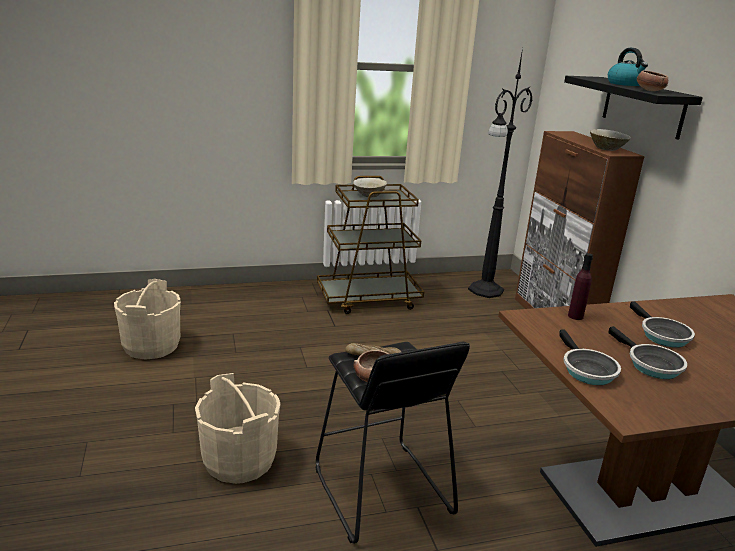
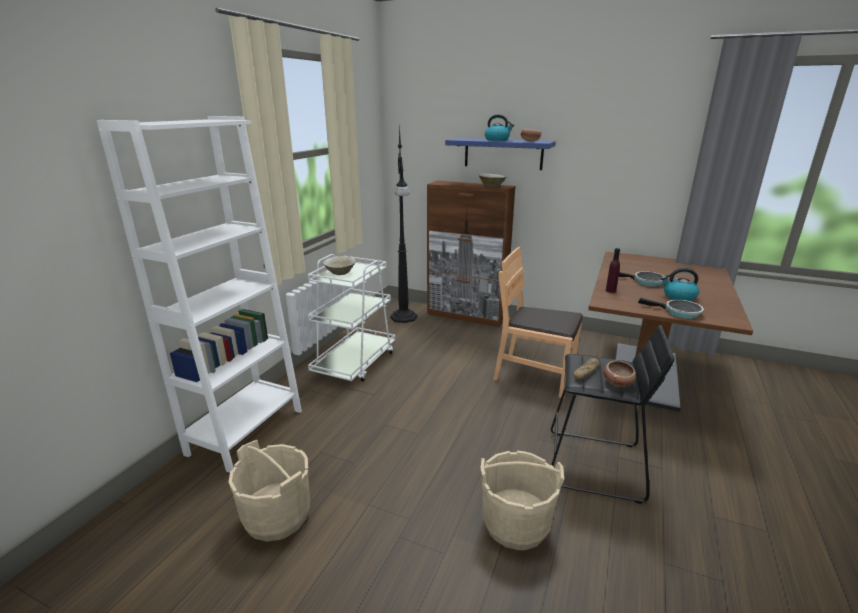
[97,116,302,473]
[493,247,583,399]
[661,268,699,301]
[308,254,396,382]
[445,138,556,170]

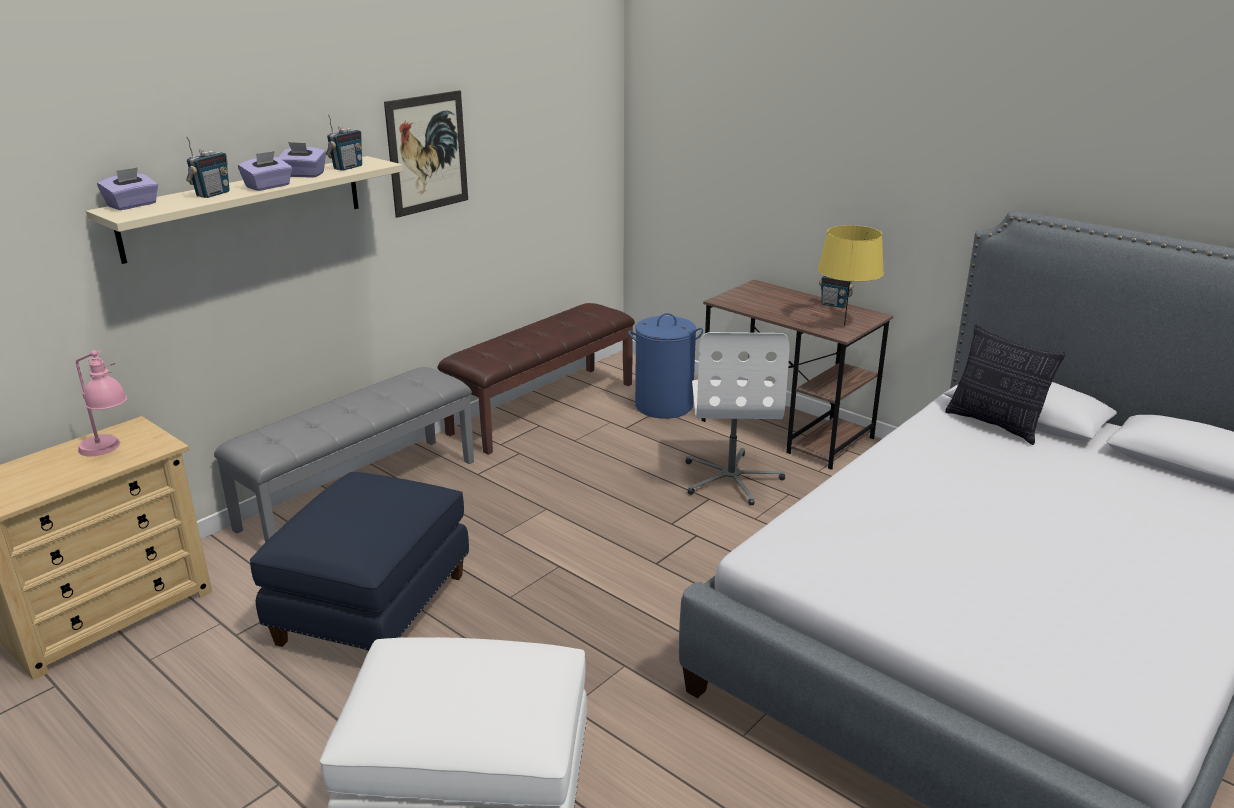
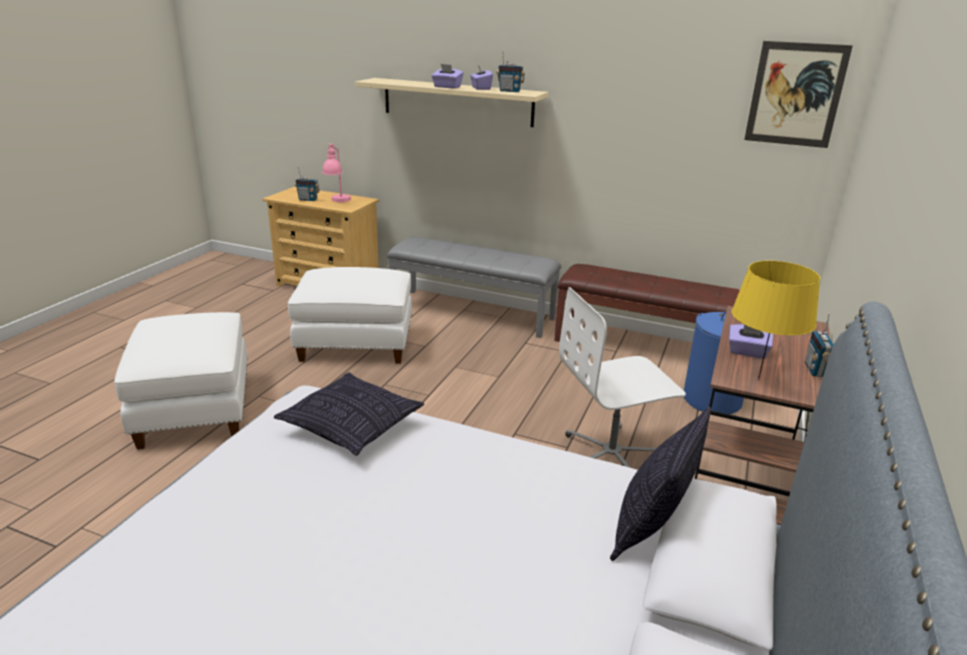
[274,372,424,456]
[729,324,773,358]
[295,168,320,201]
[744,41,853,148]
[288,267,412,364]

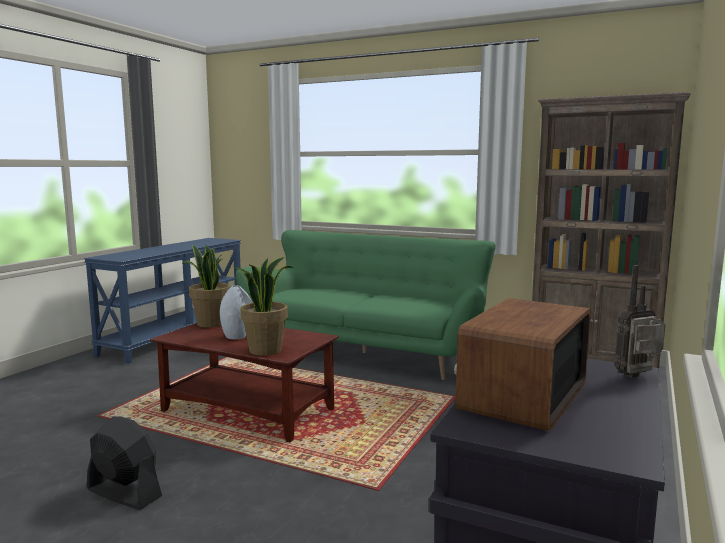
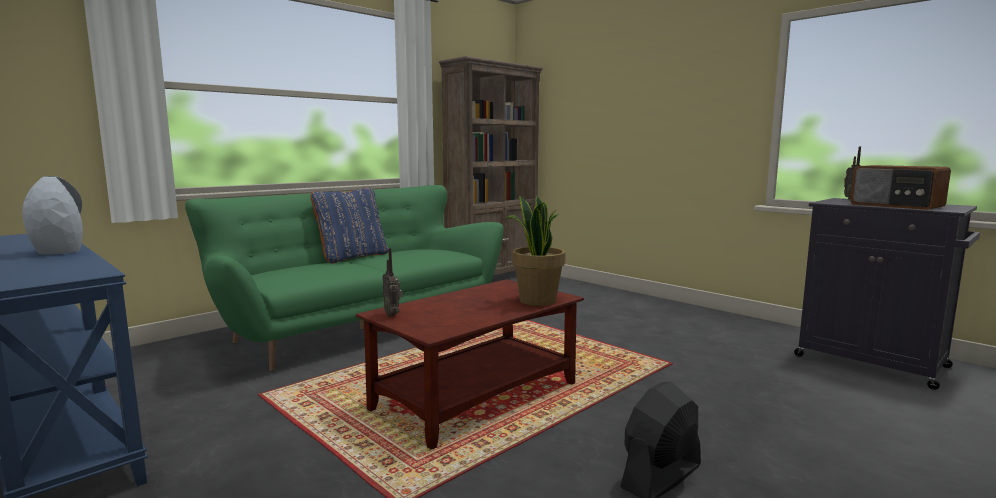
[311,188,389,264]
[22,176,83,254]
[383,248,403,317]

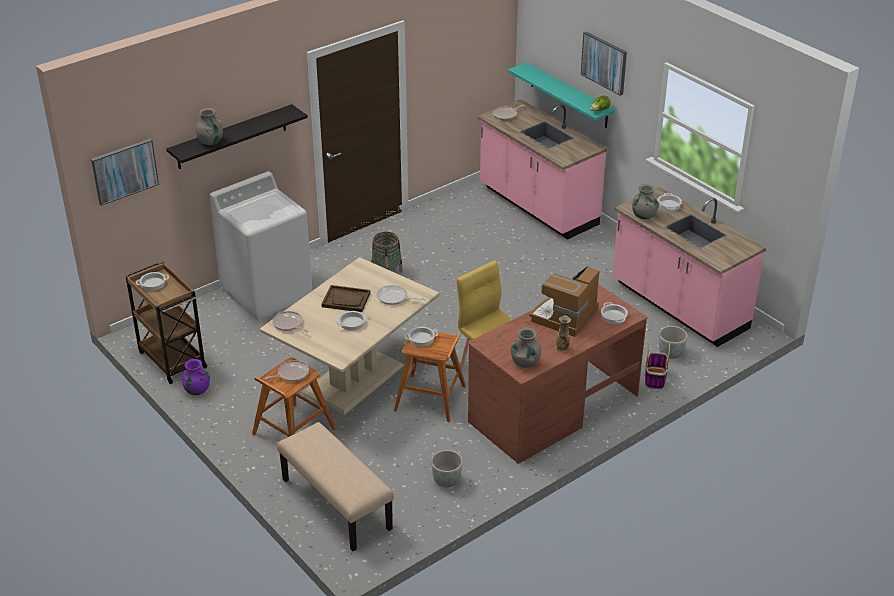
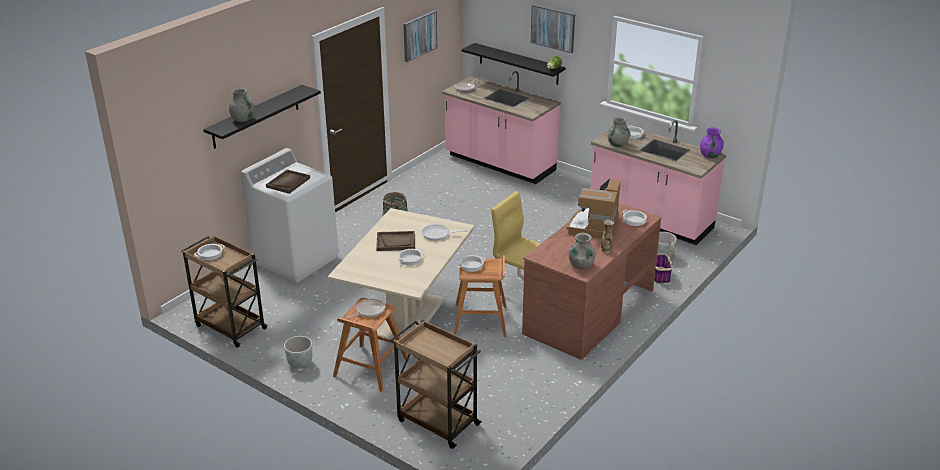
[272,311,309,332] (first image)
[266,169,310,194]
[403,11,437,62]
[700,127,724,158]
[284,336,312,369]
[391,320,482,449]
[462,43,566,85]

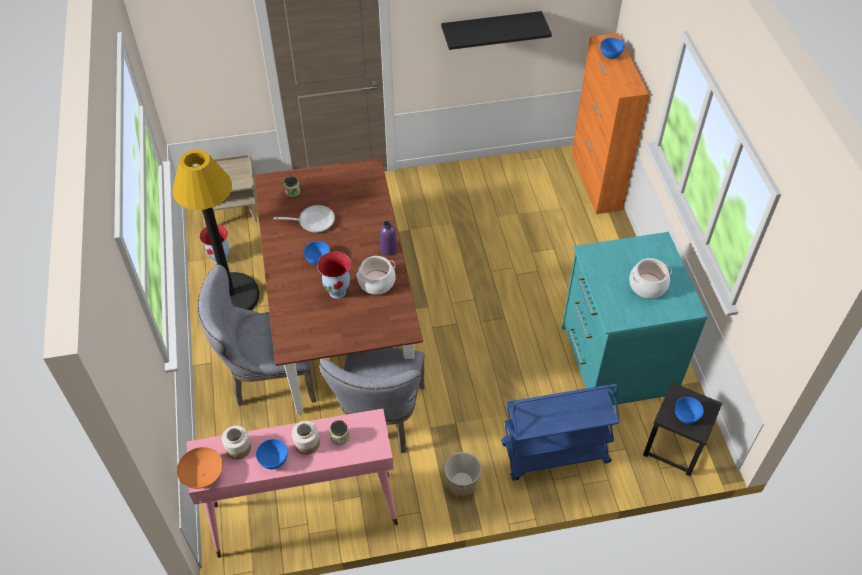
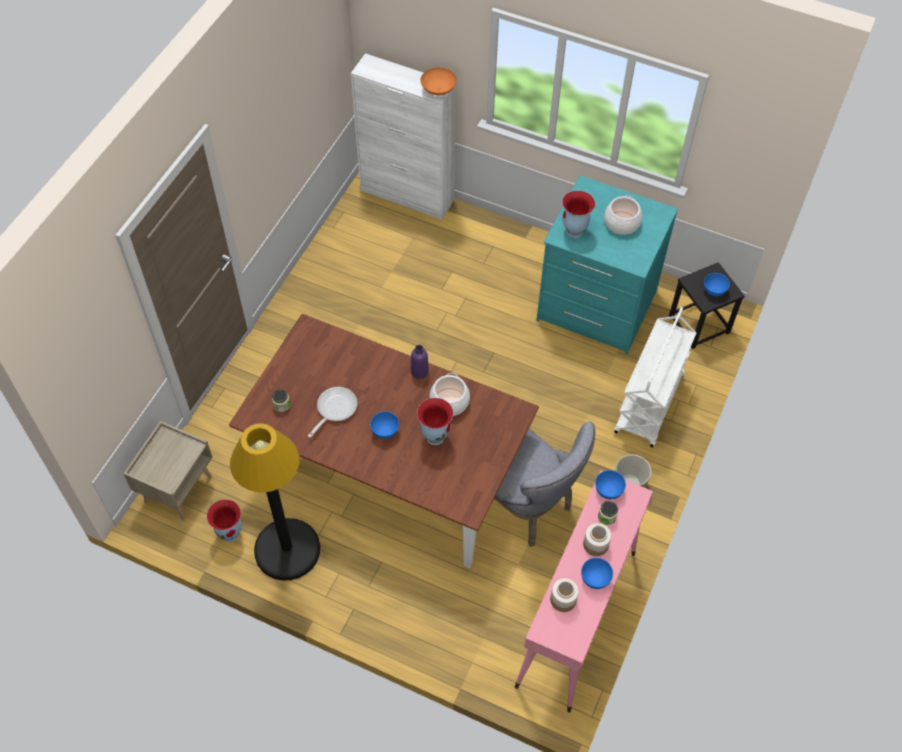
[198,265,316,406] (first image)
[441,11,552,50] (first image)
[562,190,595,238]
[421,67,457,95]
[595,470,626,499]
[614,307,696,447]
[351,53,456,220]

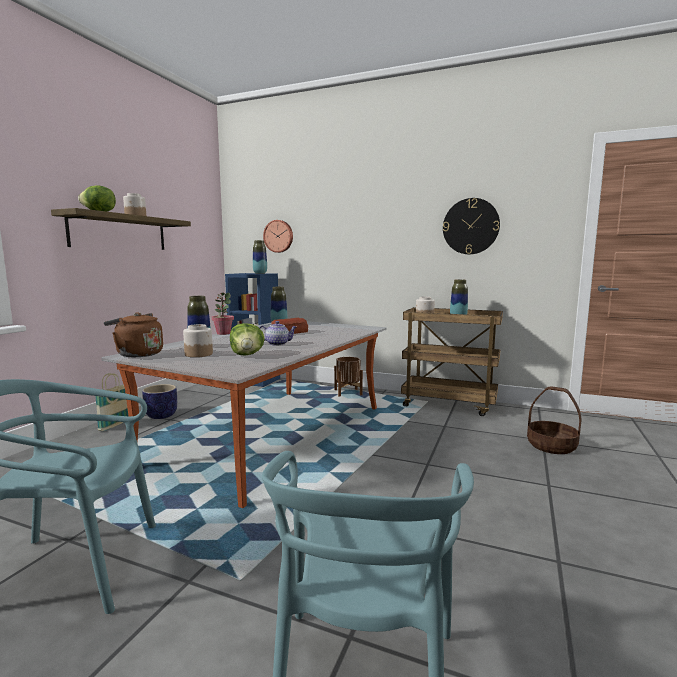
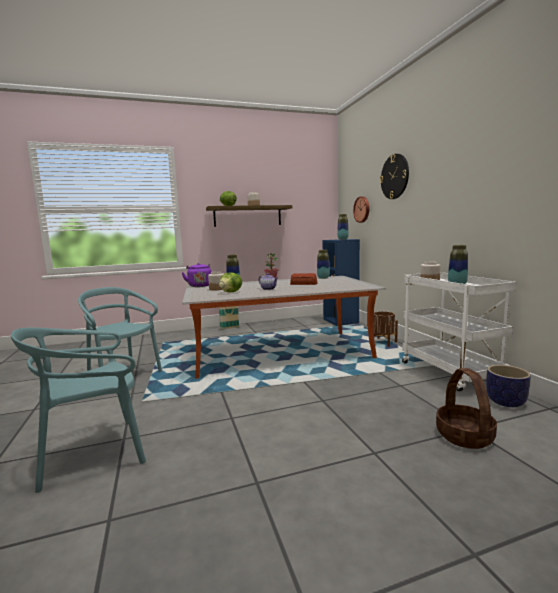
[486,365,531,407]
[380,154,409,199]
[181,263,212,287]
[402,272,516,391]

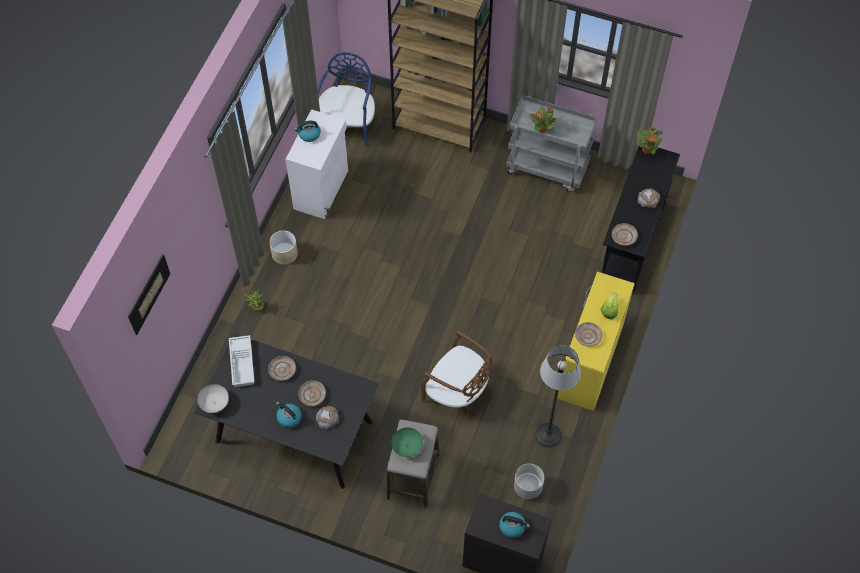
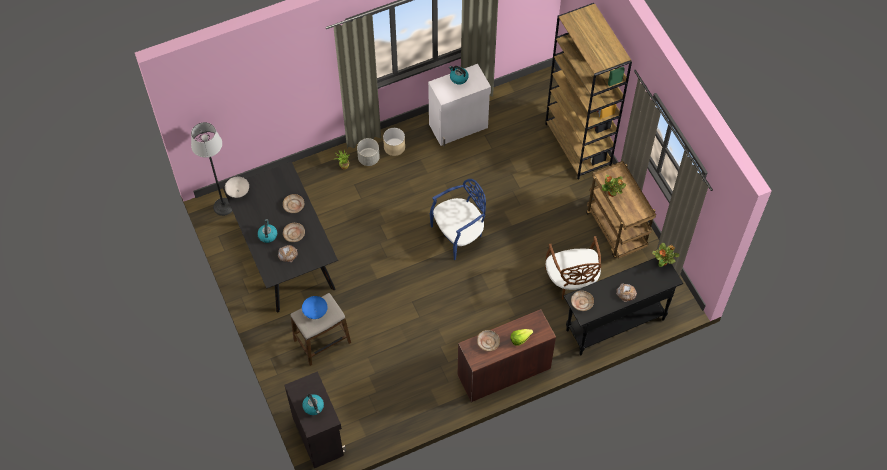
[128,254,170,335] (first image)
[229,335,254,387] (first image)
[430,179,486,260]
[545,236,601,300]
[357,138,380,166]
[191,122,232,216]
[302,296,327,319]
[586,161,656,258]
[458,309,556,402]

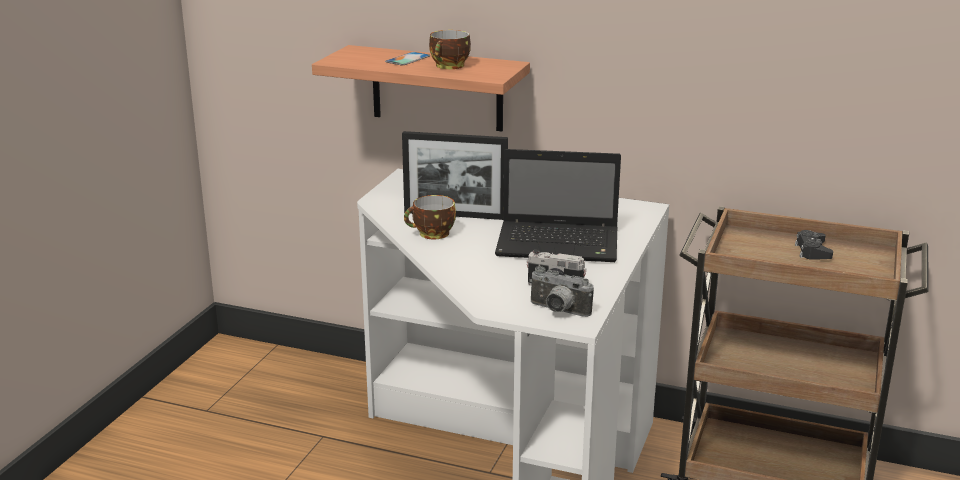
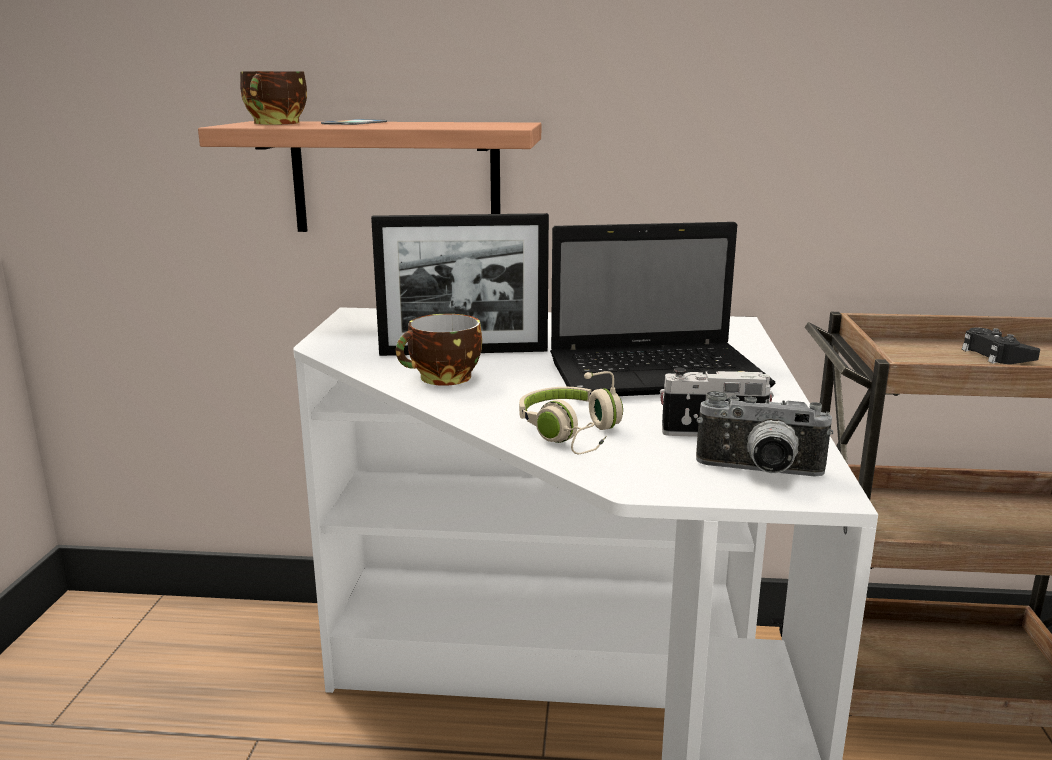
[519,371,623,455]
[240,71,307,125]

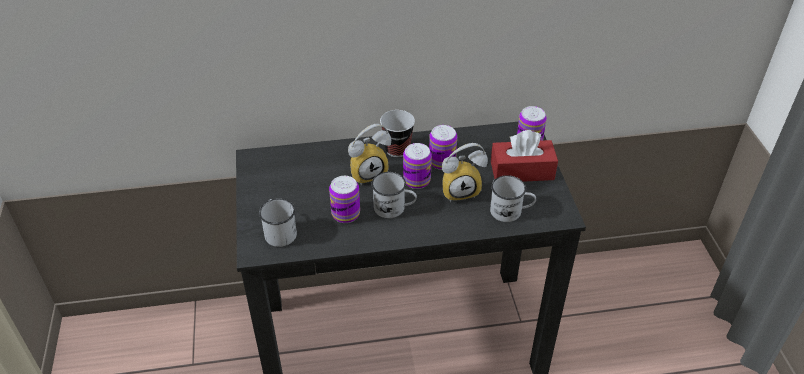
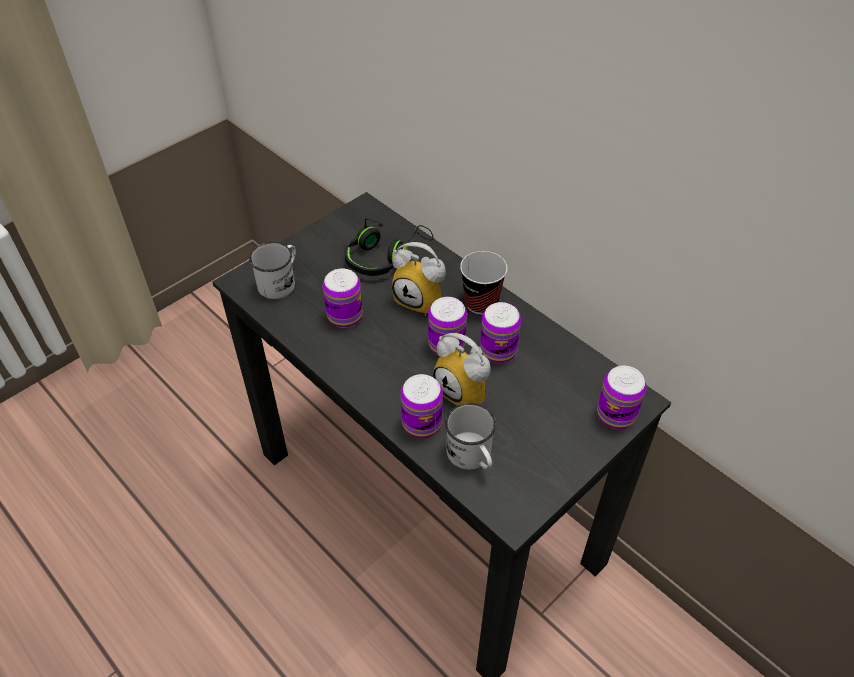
[371,172,417,218] (first image)
[491,130,558,182] (first image)
[345,218,433,276]
[401,374,443,438]

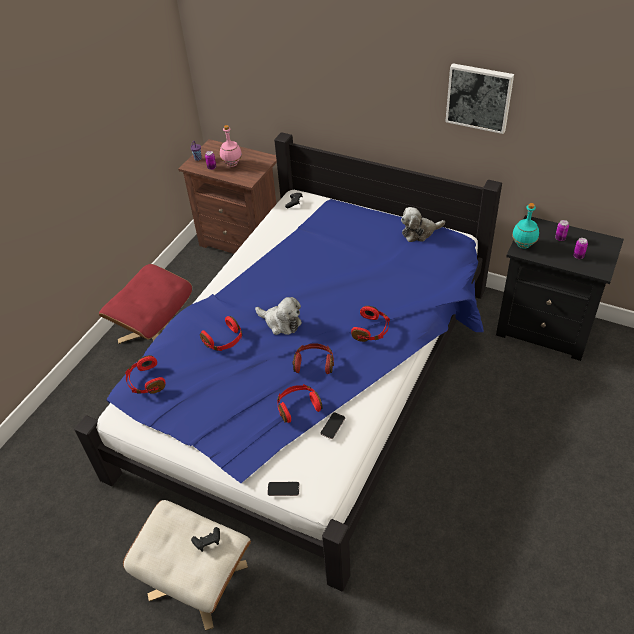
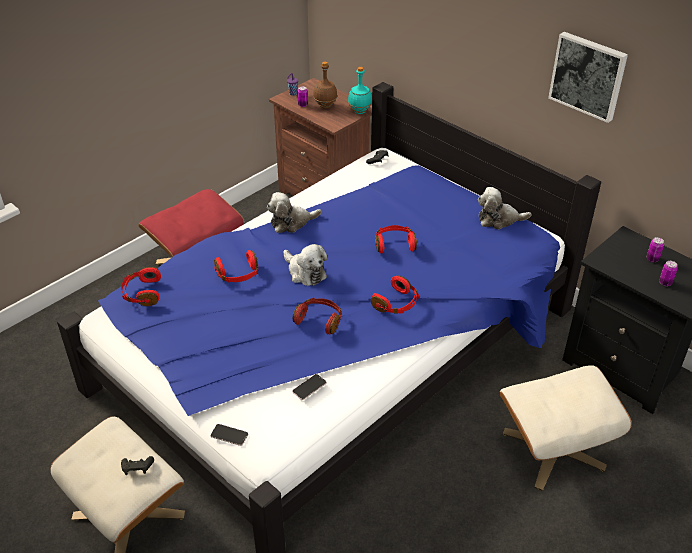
[267,192,322,233]
[499,365,632,491]
[375,225,417,253]
[348,67,372,114]
[313,62,337,109]

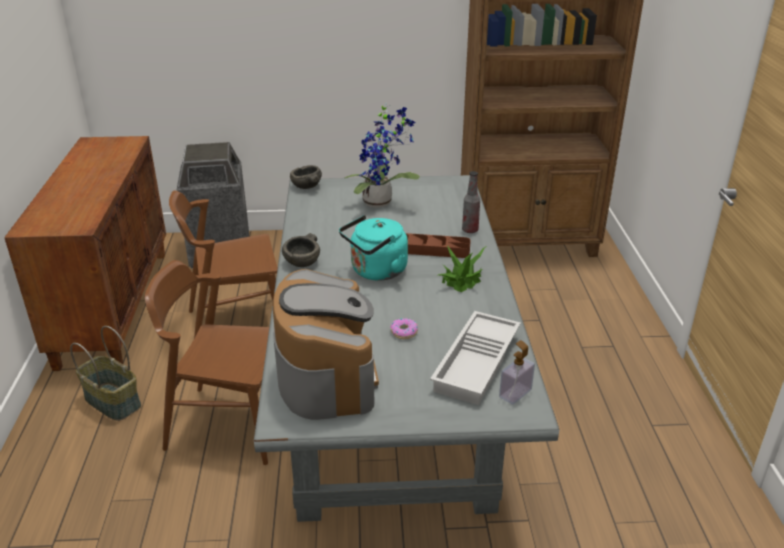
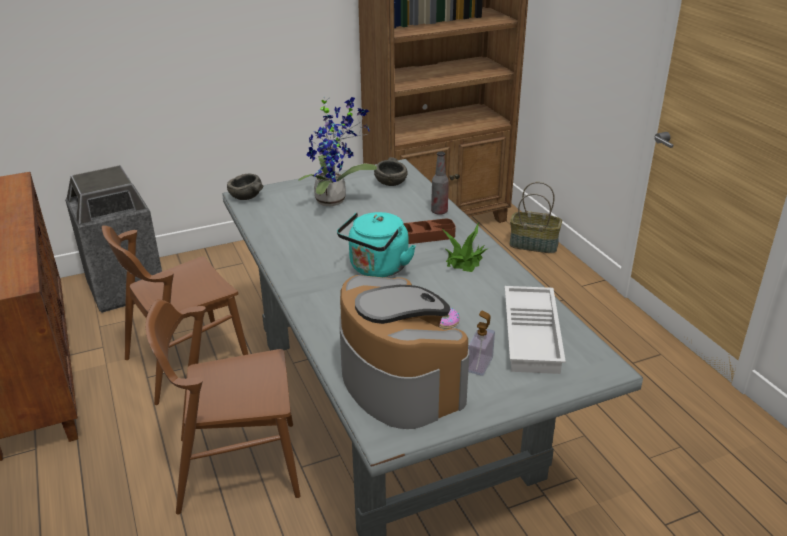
[509,182,562,253]
[374,157,407,186]
[468,310,495,376]

